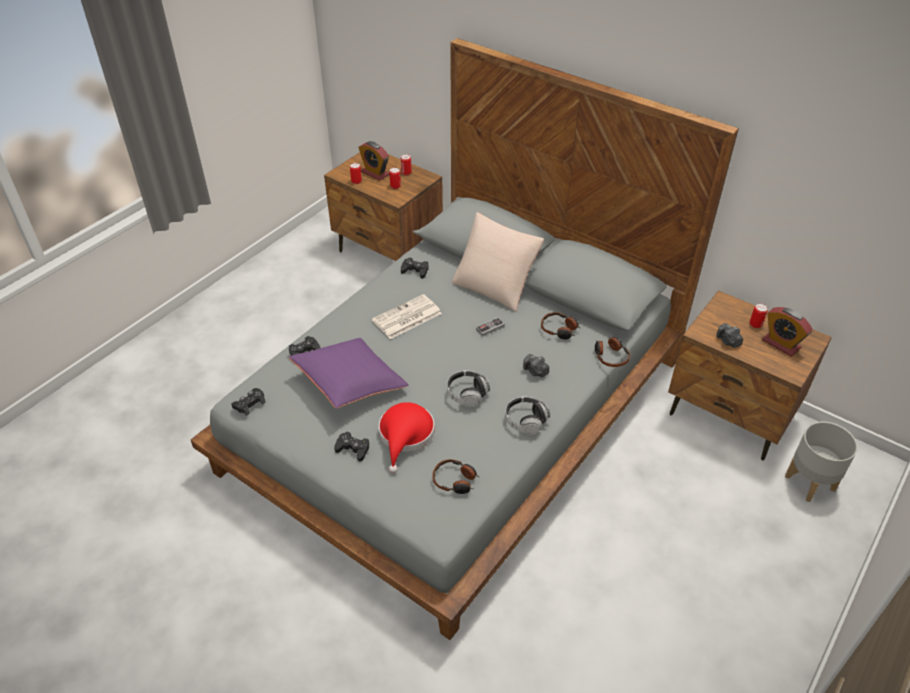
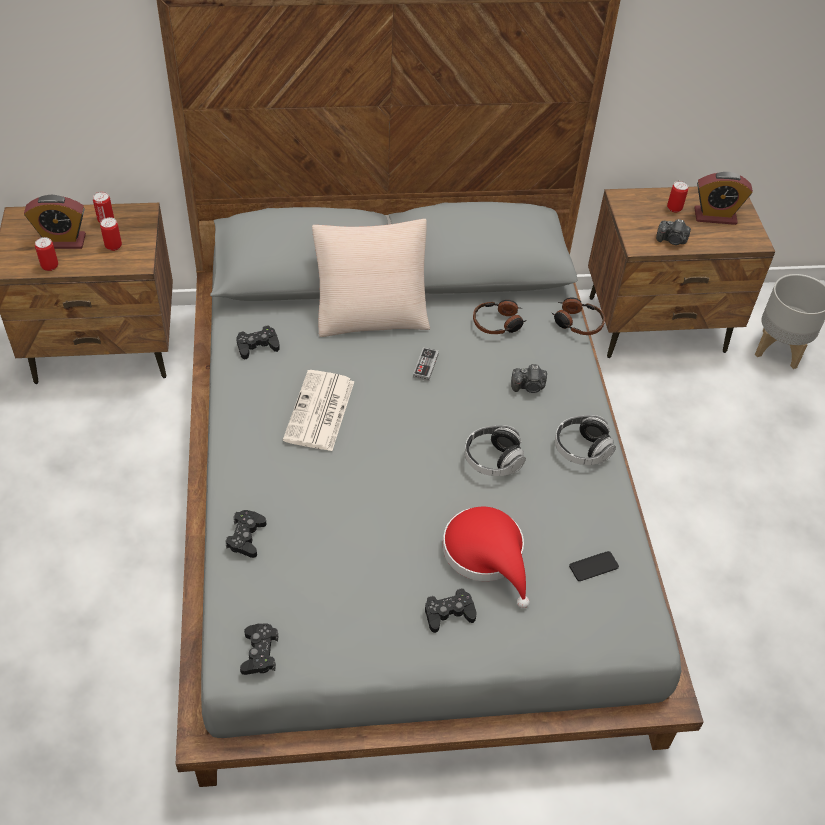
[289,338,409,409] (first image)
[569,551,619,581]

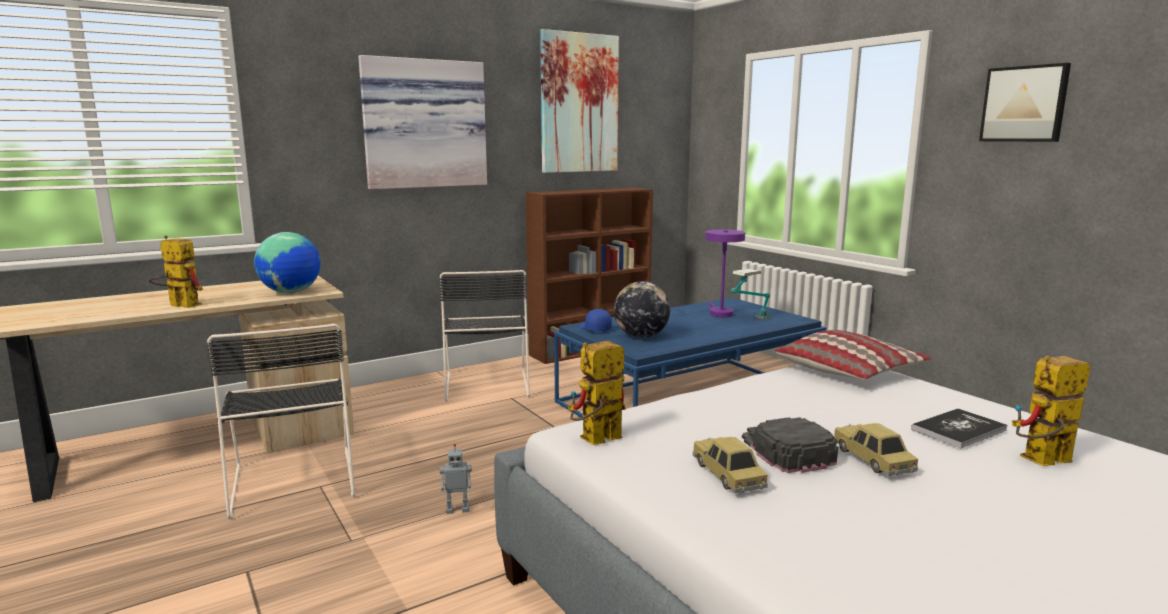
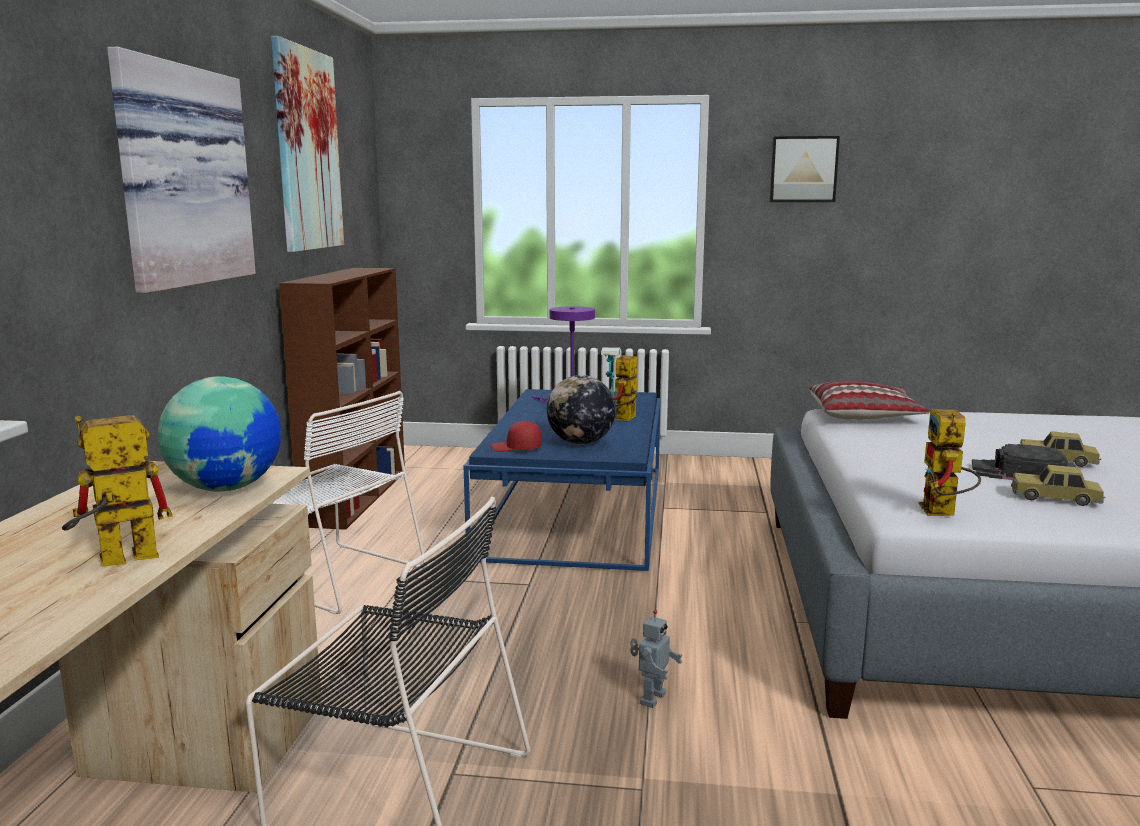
[911,409,1007,448] (first image)
[610,355,638,421]
[271,391,427,615]
[491,421,542,452]

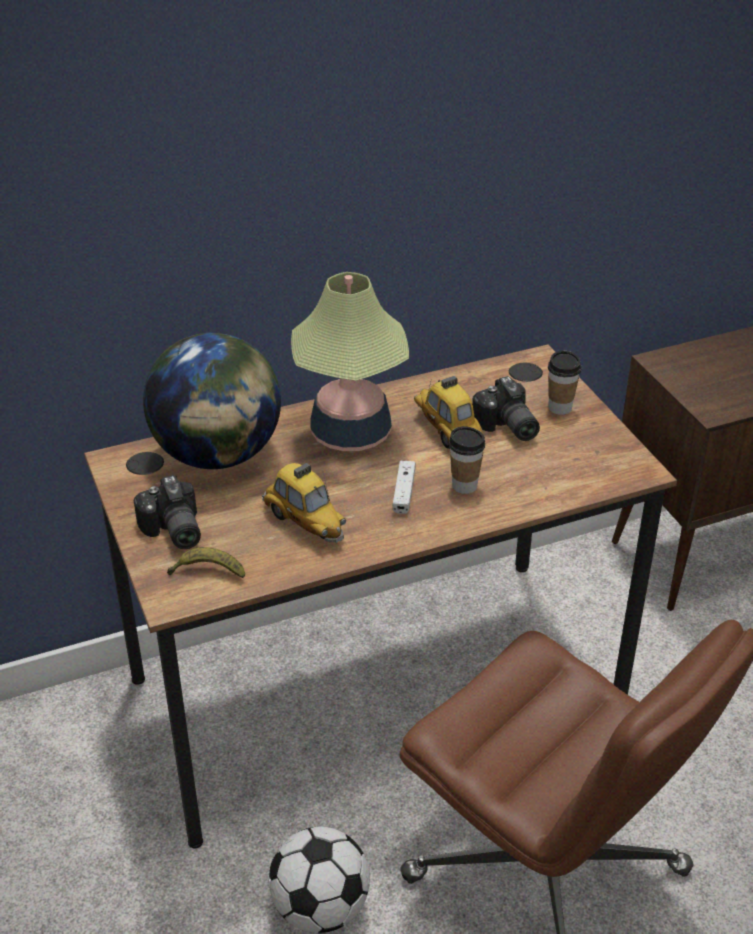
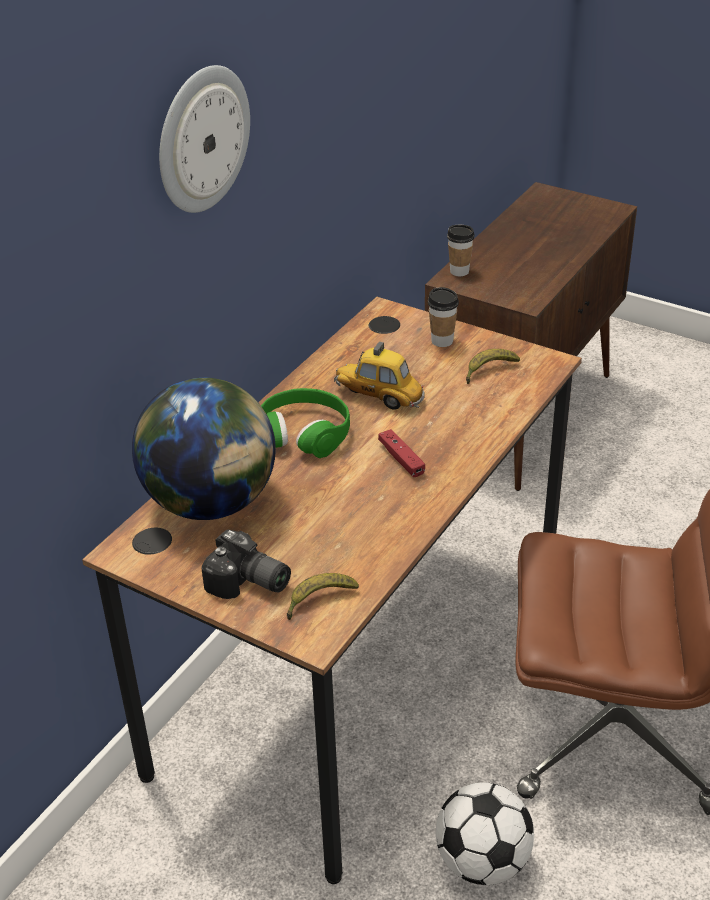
[262,463,346,543] (first image)
[472,376,540,441] (first image)
[159,65,250,213]
[466,349,520,384]
[447,225,475,276]
[261,388,350,458]
[378,429,425,477]

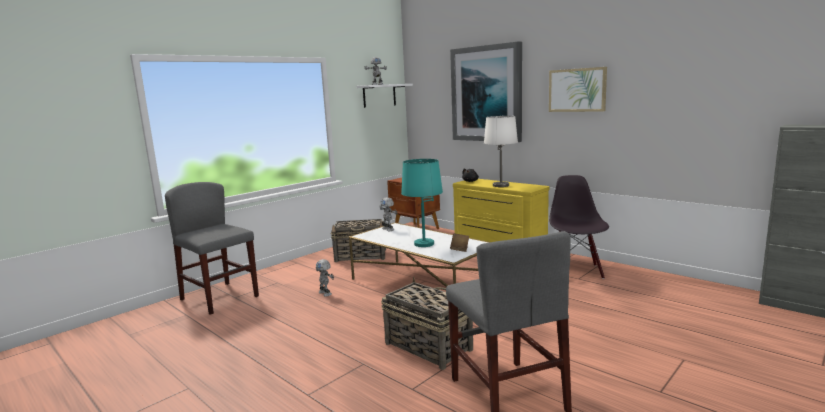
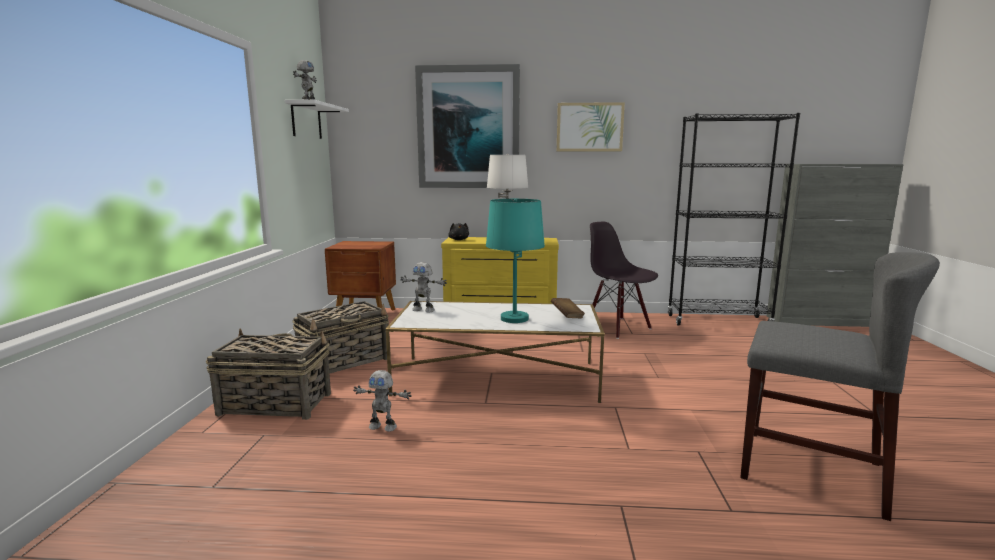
[165,182,259,315] (first image)
[667,113,800,326]
[206,328,331,420]

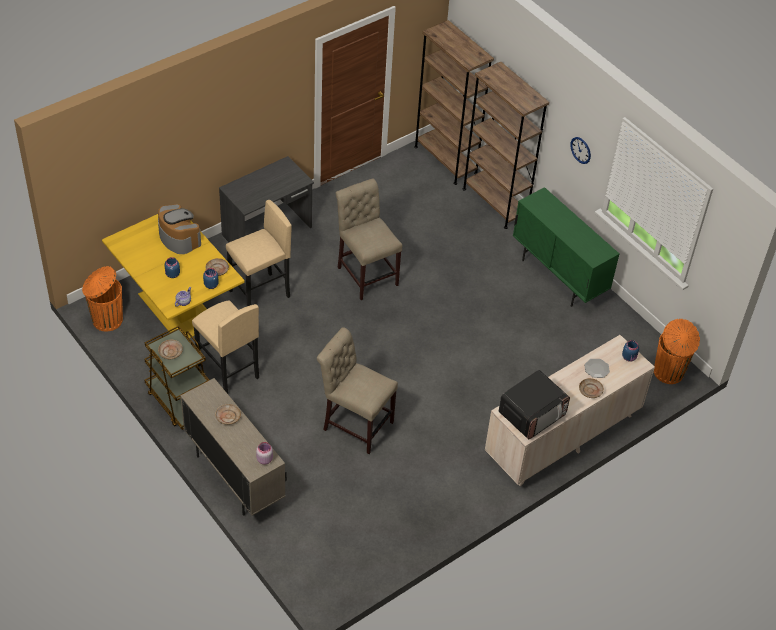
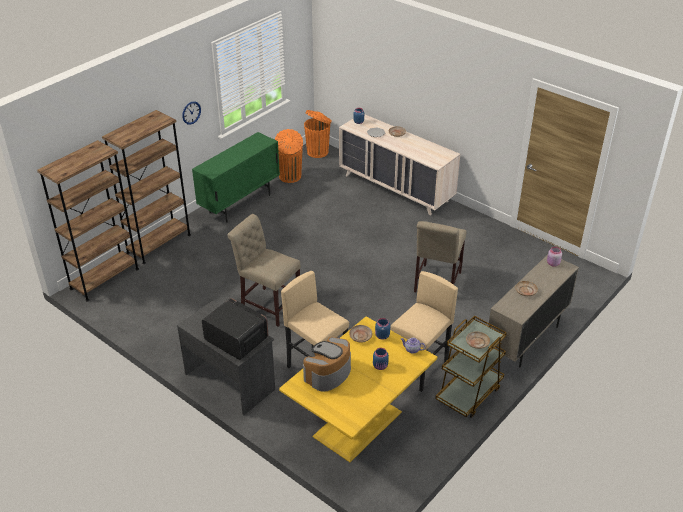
[275,129,303,183]
[202,298,268,360]
[227,214,301,327]

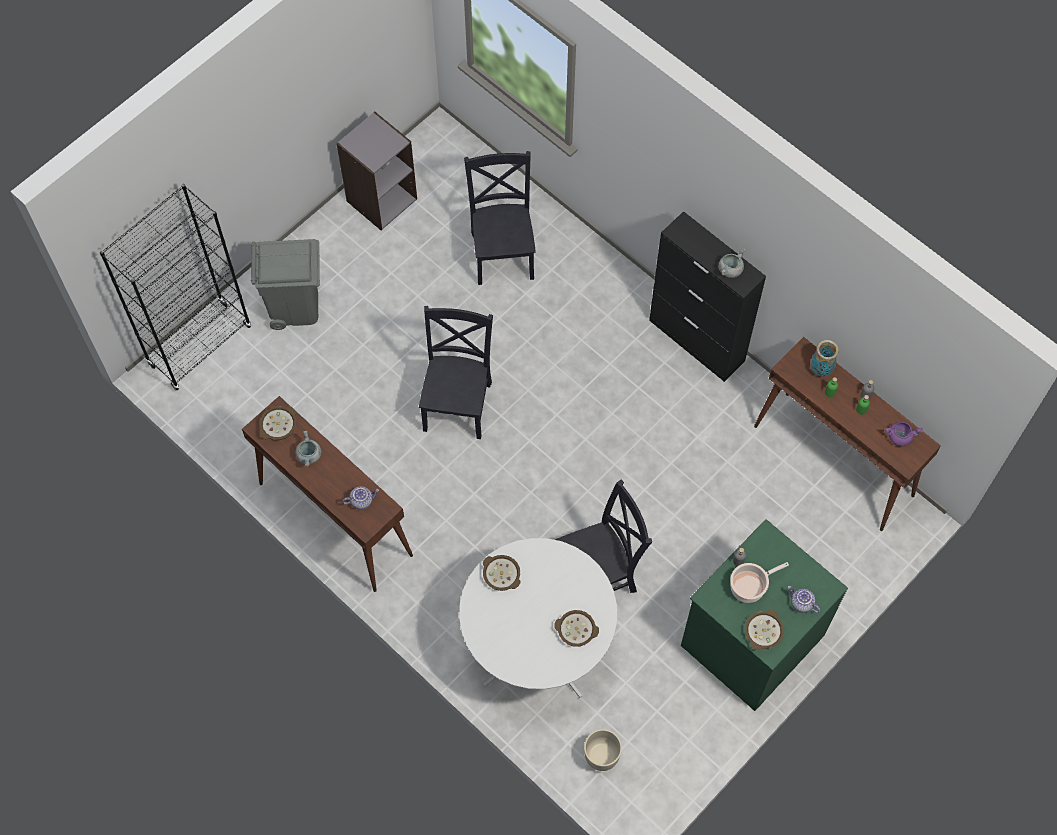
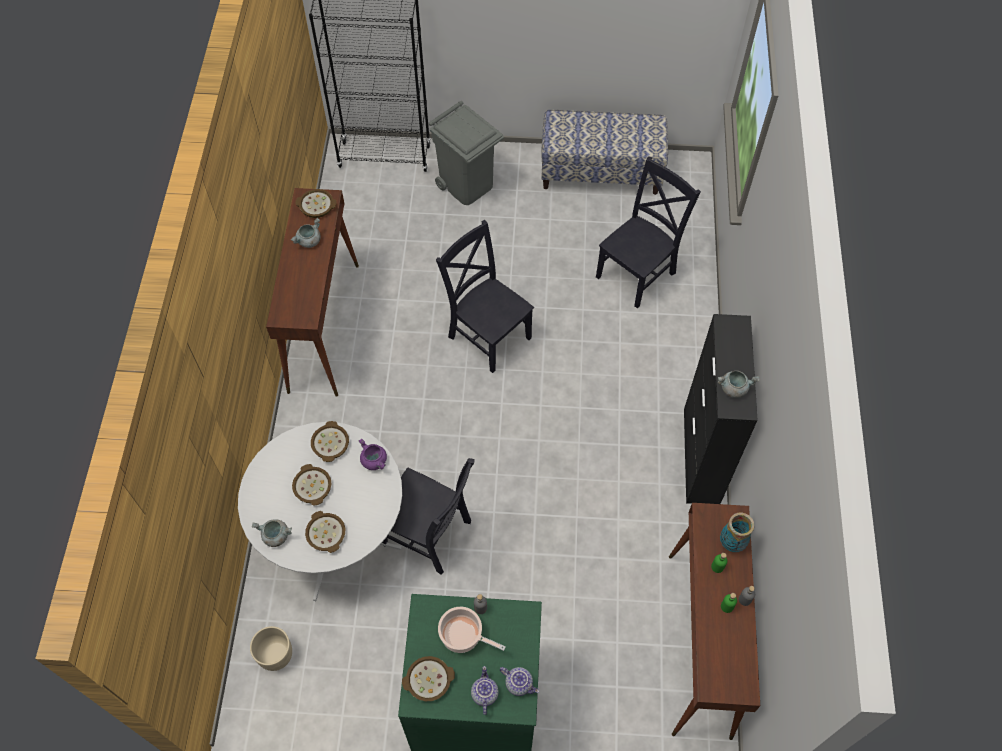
[252,519,292,547]
[292,464,332,506]
[500,667,539,696]
[359,439,387,470]
[541,110,668,195]
[436,220,534,373]

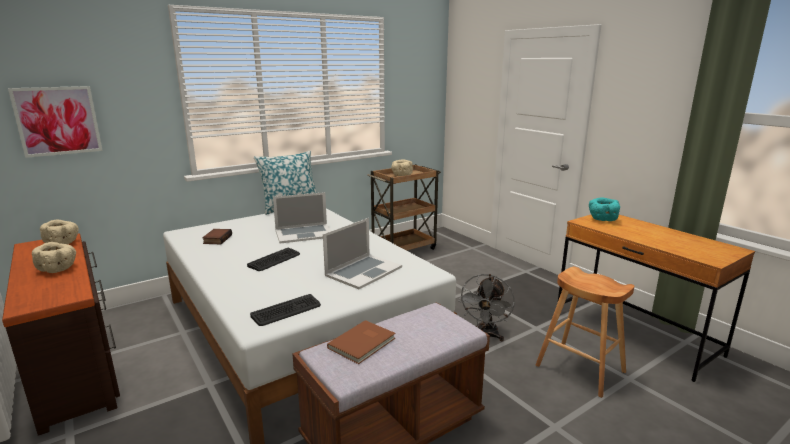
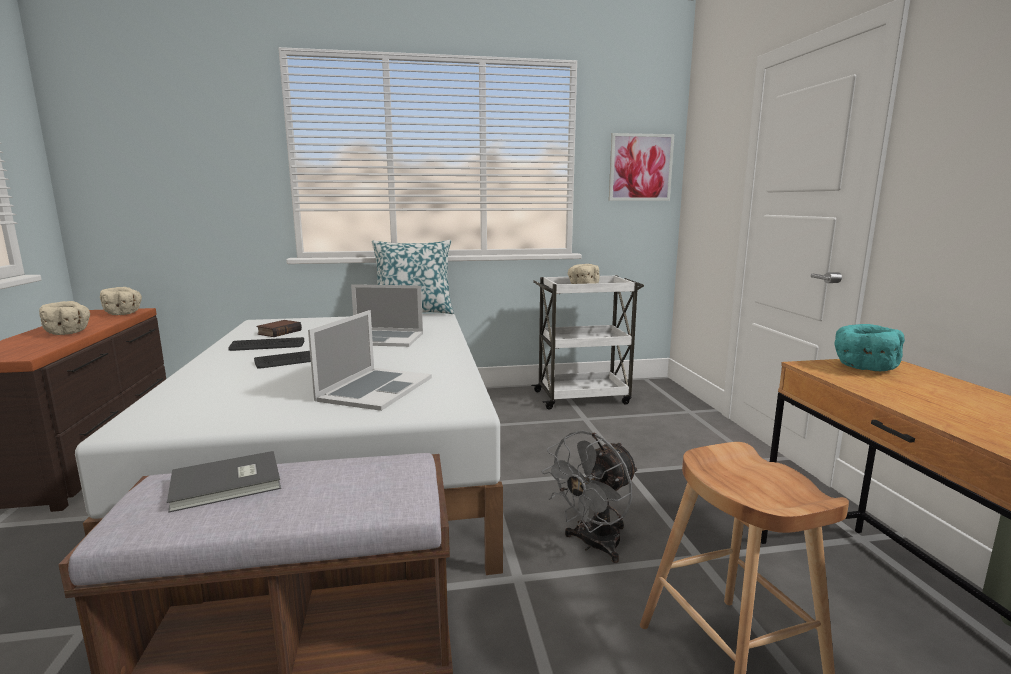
[609,133,674,201]
[228,337,304,351]
[167,451,281,513]
[531,275,644,410]
[308,310,432,411]

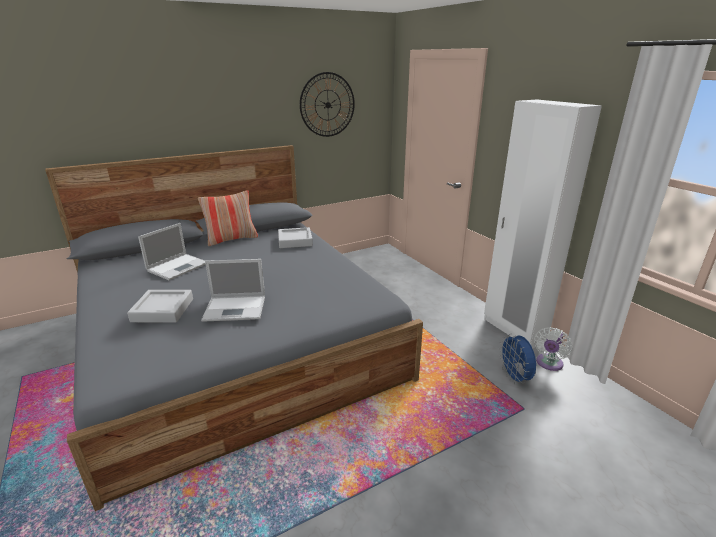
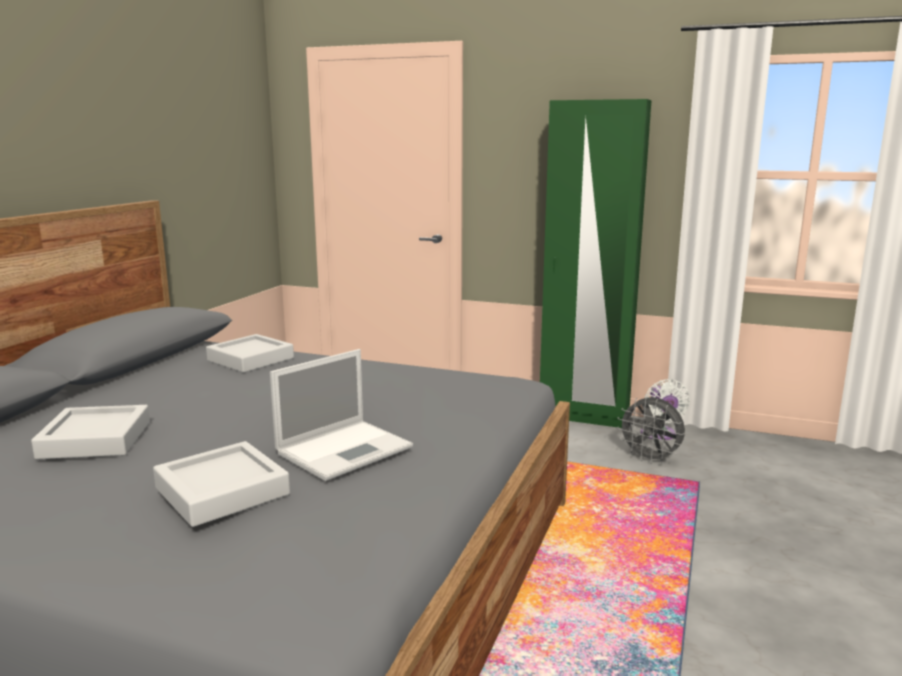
[198,190,258,246] (first image)
[300,72,355,137] (first image)
[31,405,150,459]
[540,99,651,428]
[617,397,685,464]

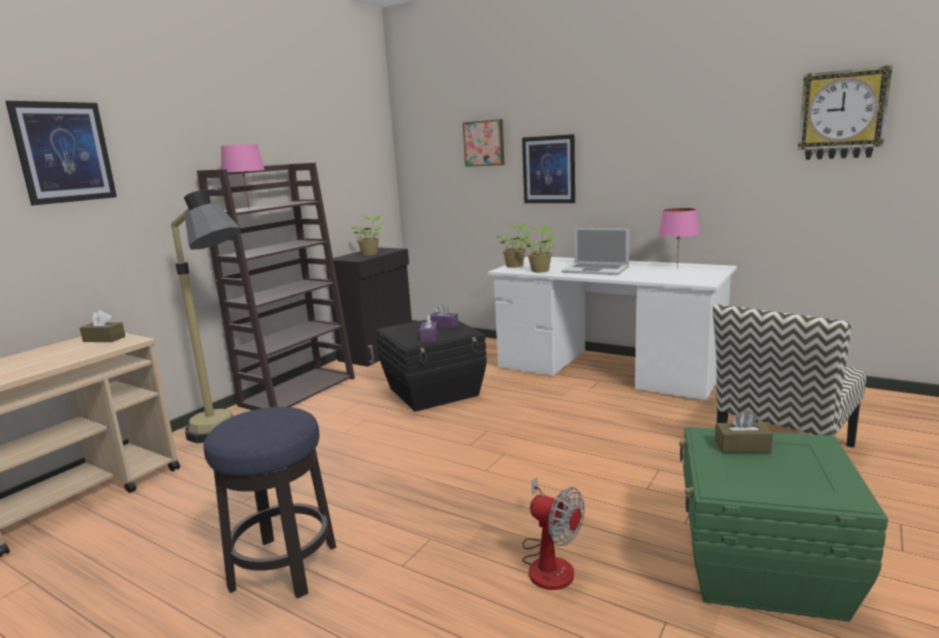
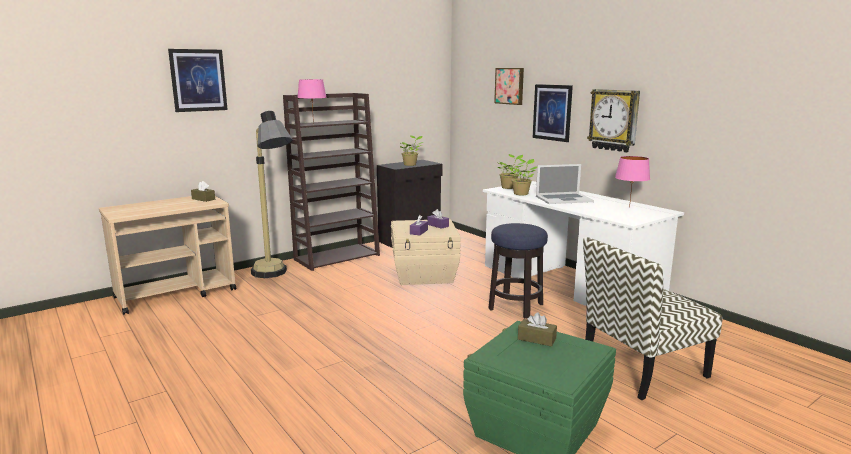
[522,477,585,590] (first image)
[489,223,548,319]
[587,89,640,152]
[391,219,461,285]
[536,164,594,204]

